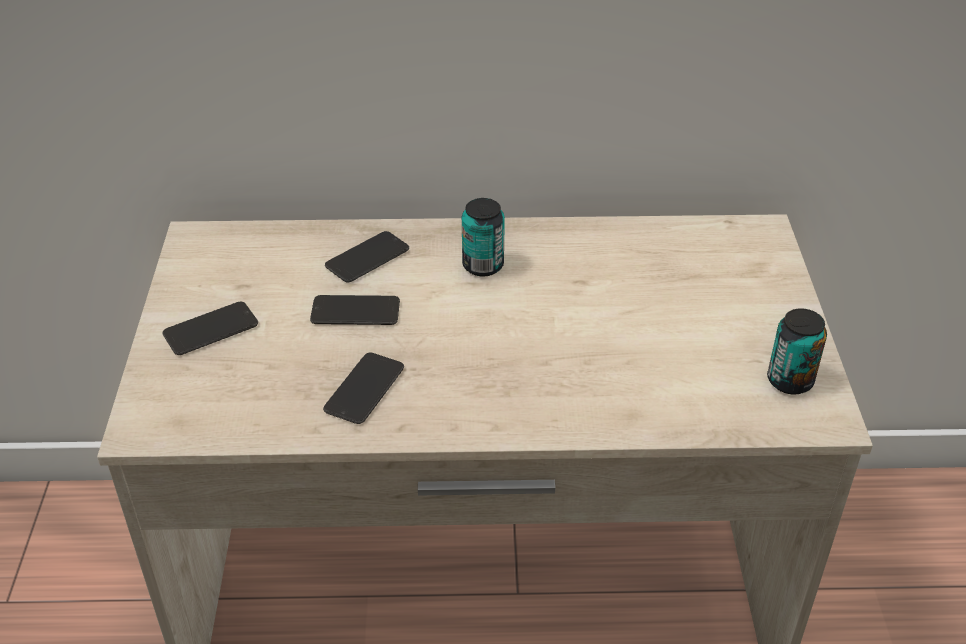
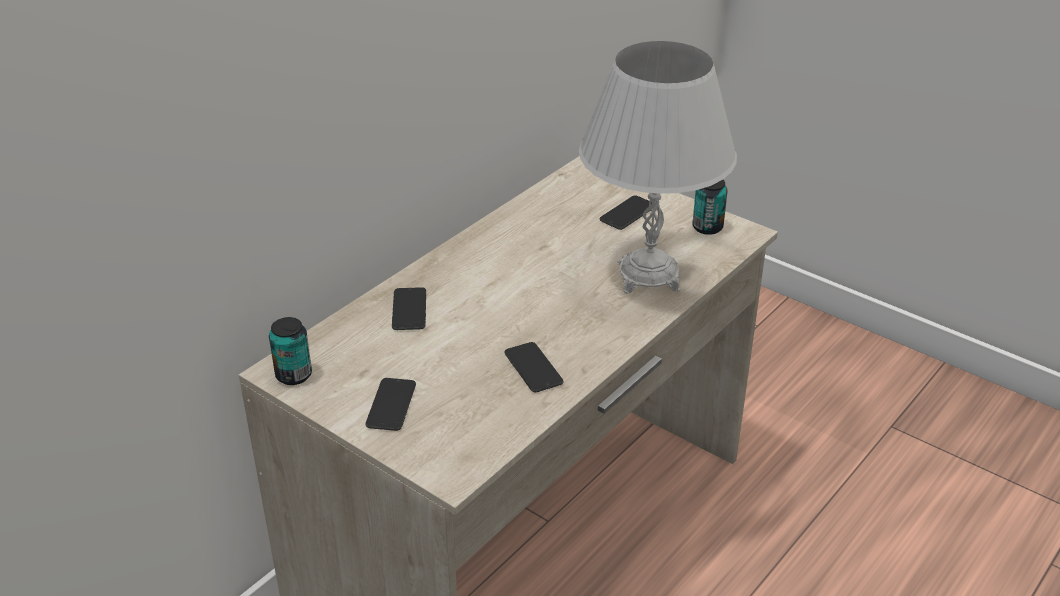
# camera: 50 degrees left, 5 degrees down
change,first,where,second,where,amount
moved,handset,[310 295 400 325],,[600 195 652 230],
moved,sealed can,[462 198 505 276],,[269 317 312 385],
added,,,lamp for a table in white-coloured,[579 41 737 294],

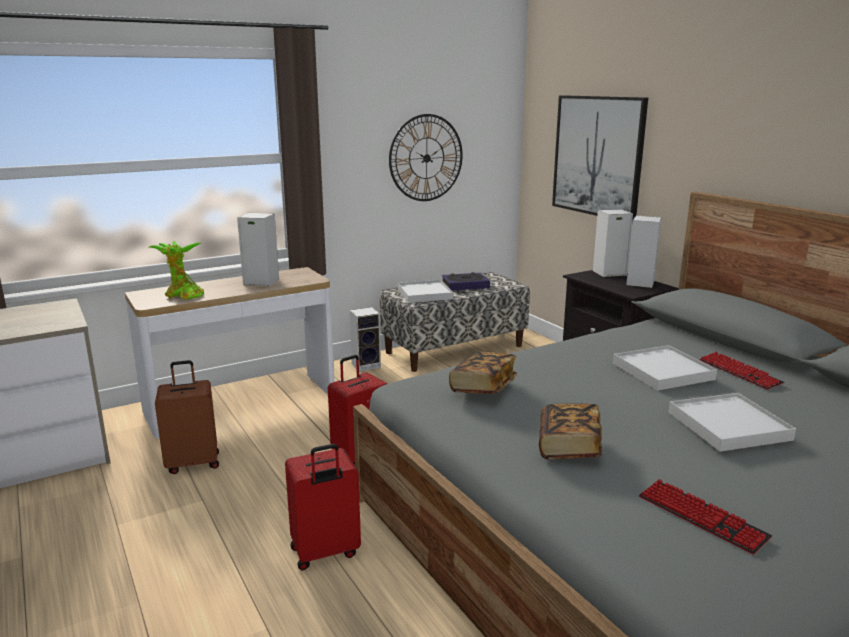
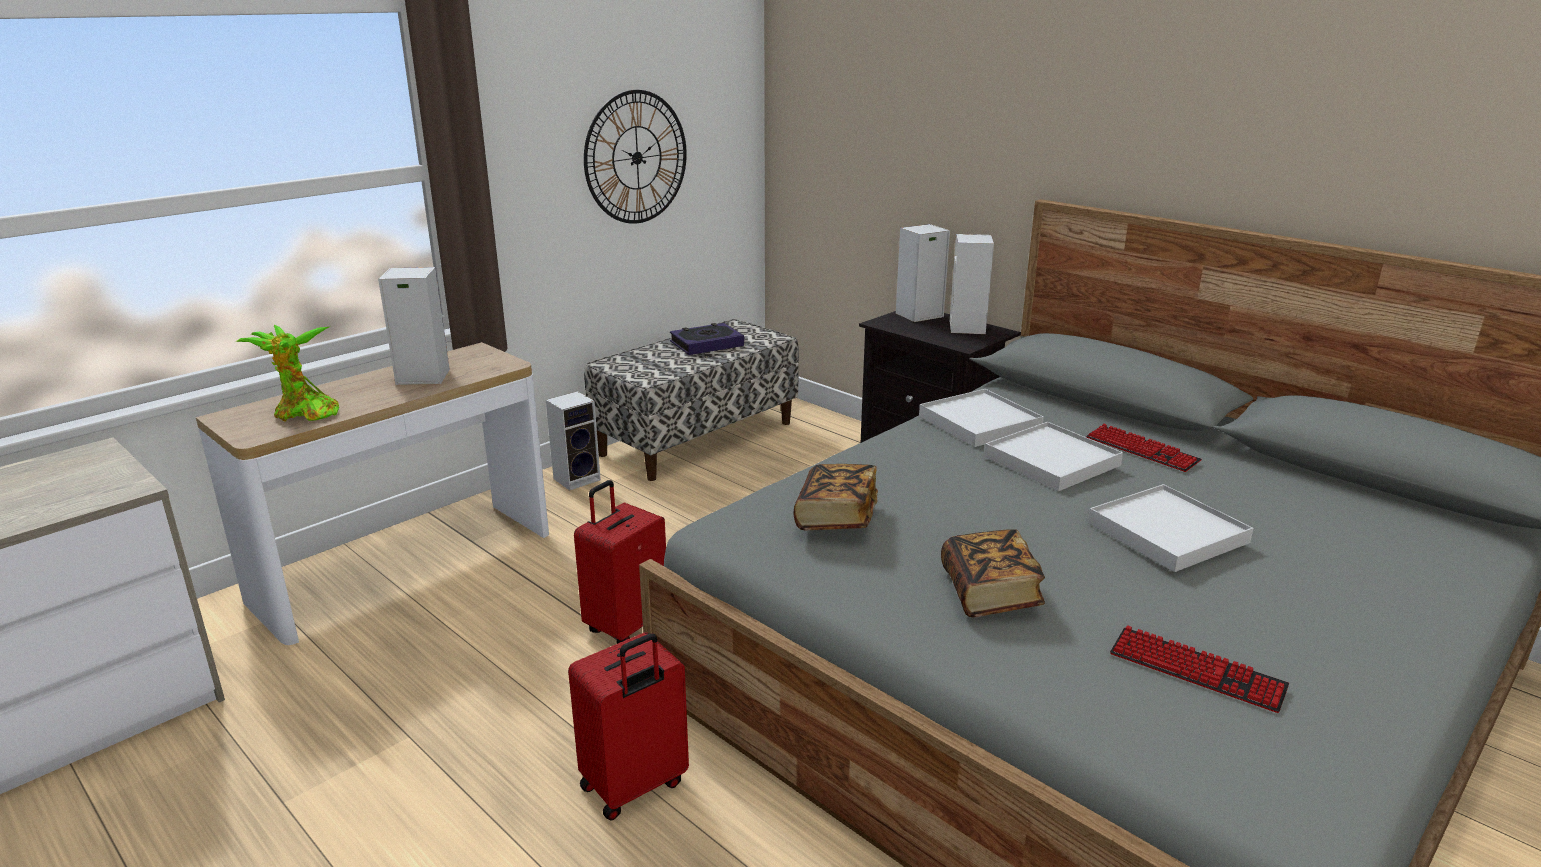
# camera: 15 degrees left, 5 degrees up
change,first,where,second,where,amount
removed,piece of luggage in brown-coloured,[155 360 219 474],,,
moved,carrying tray in white-coloured,[398 280 454 303],,[919 389 1044 447],
removed,wall art,[552 95 648 223],,,

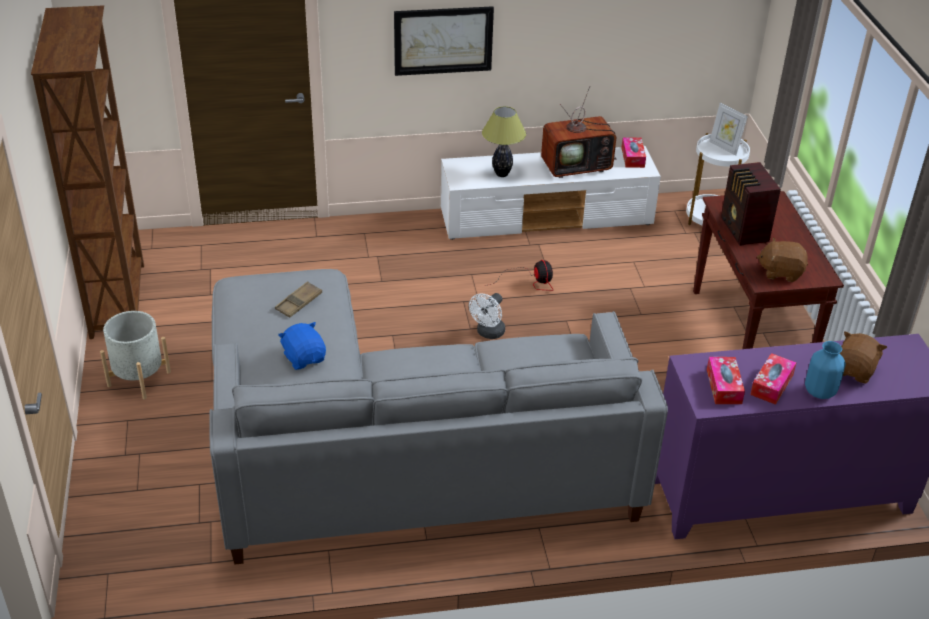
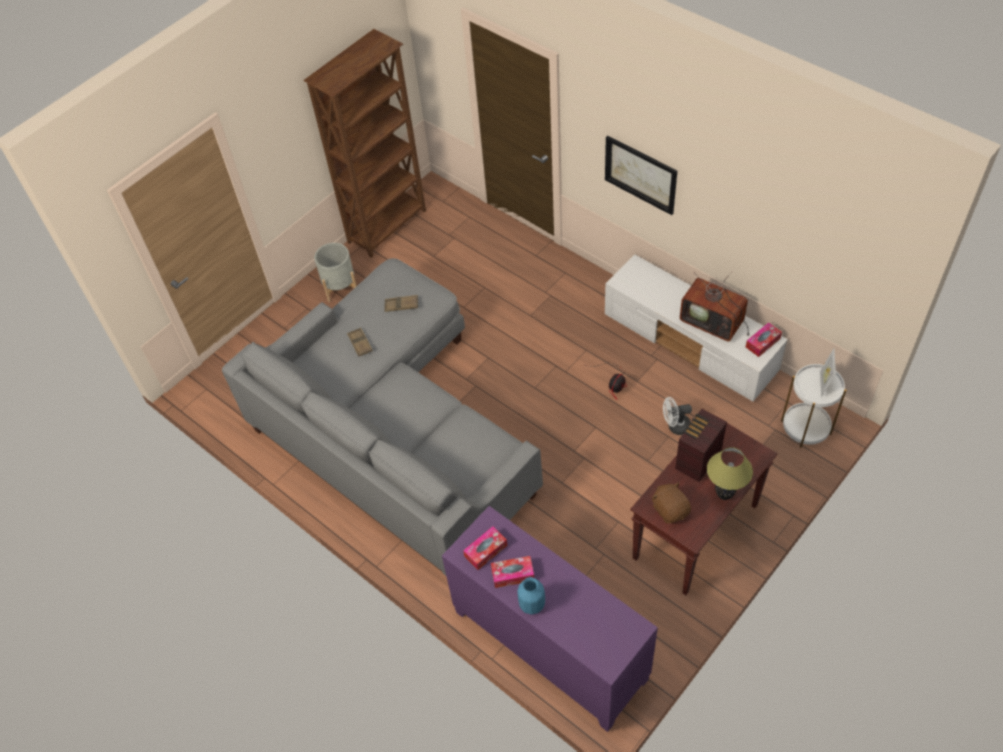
# camera: 55 degrees right, 15 degrees up
change,first,where,second,where,amount
replaced,cuddly toy in blue,[278 322 326 370],carrying tray in brown-coloured,[347 327 373 357],
moved,cooling fan in white-coloured,[469 293 505 339],,[663 397 692 435],
moved,lamp for a table,[482 106 526 177],,[707 447 753 500],
removed,cuddly toy in brown-coloured,[839 331 887 384],,,

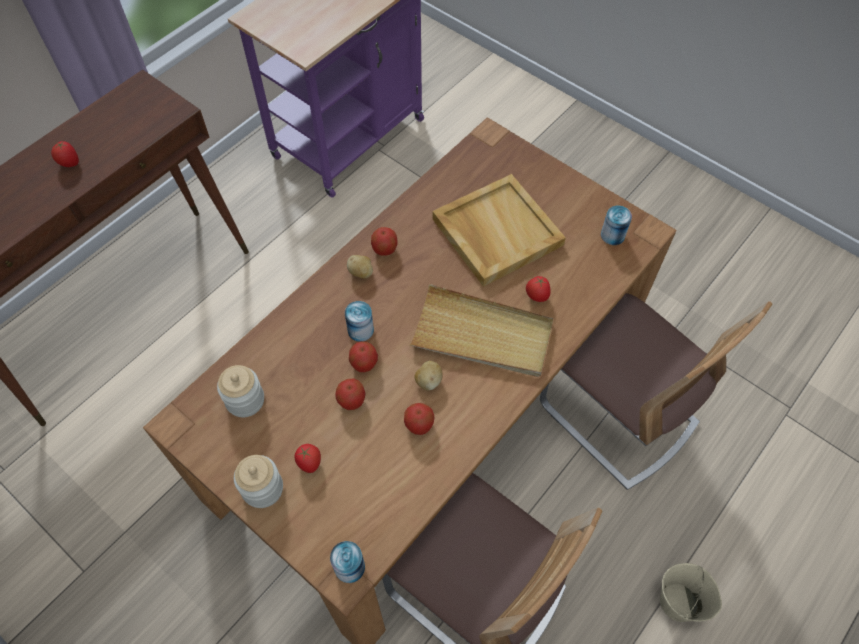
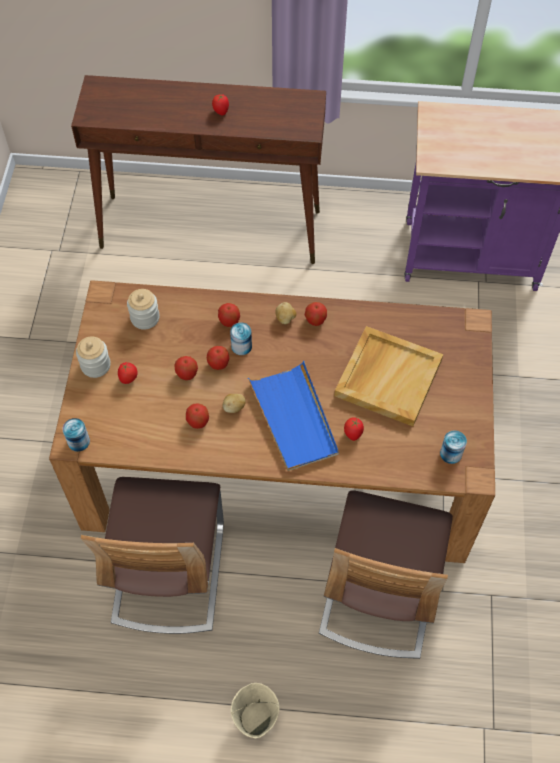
# camera: 55 degrees right, 0 degrees up
change,first,where,second,where,amount
recoloured,carrying tray in beige,[409 284 554 377],carrying tray in blue,[248 361 339 471],
added,,,apple,[218 303 240 327],

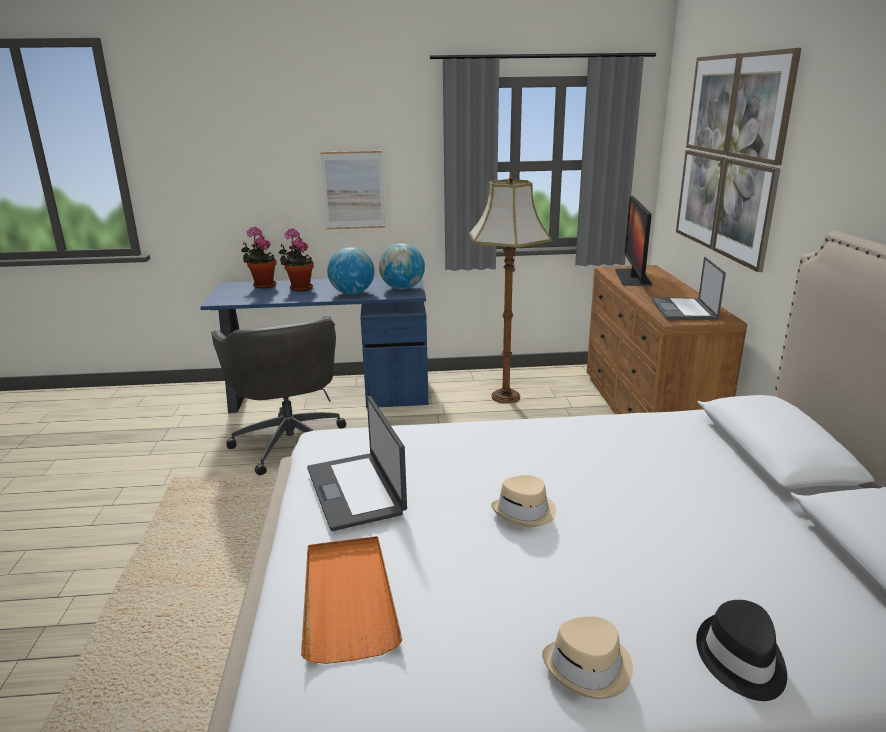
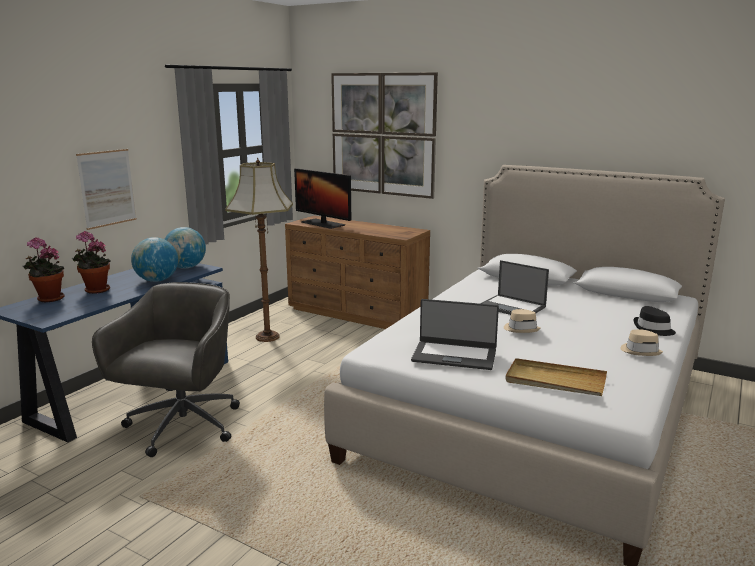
# camera: 55 degrees left, 5 degrees down
change,first,where,second,where,amount
turned,computer chair in greyish,[211 316 346 476],,[92 282 240 457],90 degrees counterclockwise
recoloured,carrying tray in orangey,[301 536 402 664],carrying tray in beige,[505 358 607 396],
moved,laptop,[651 257 726 320],,[480 260 549 315],

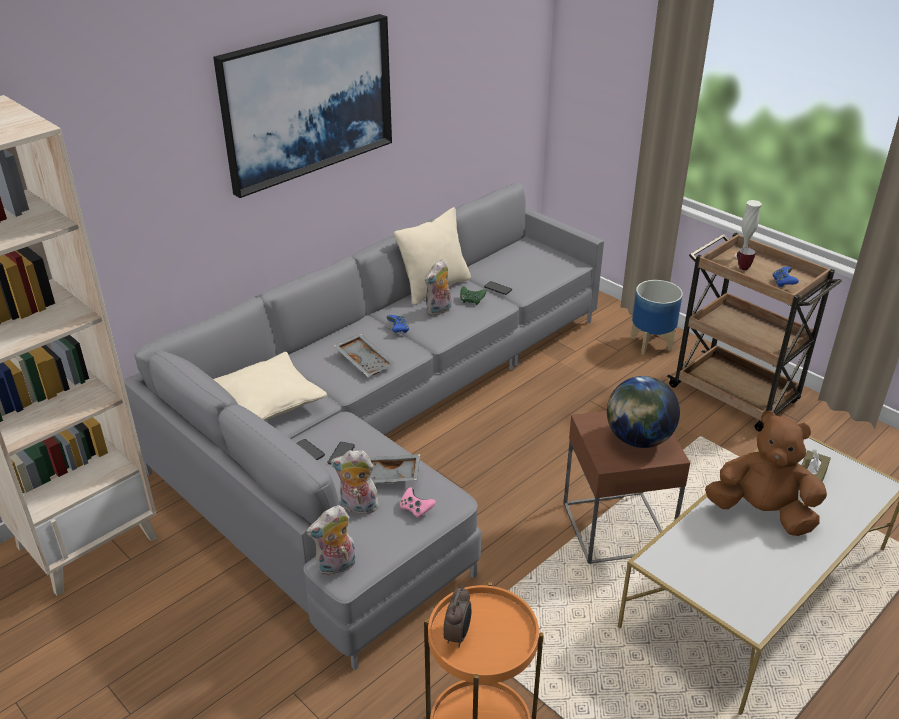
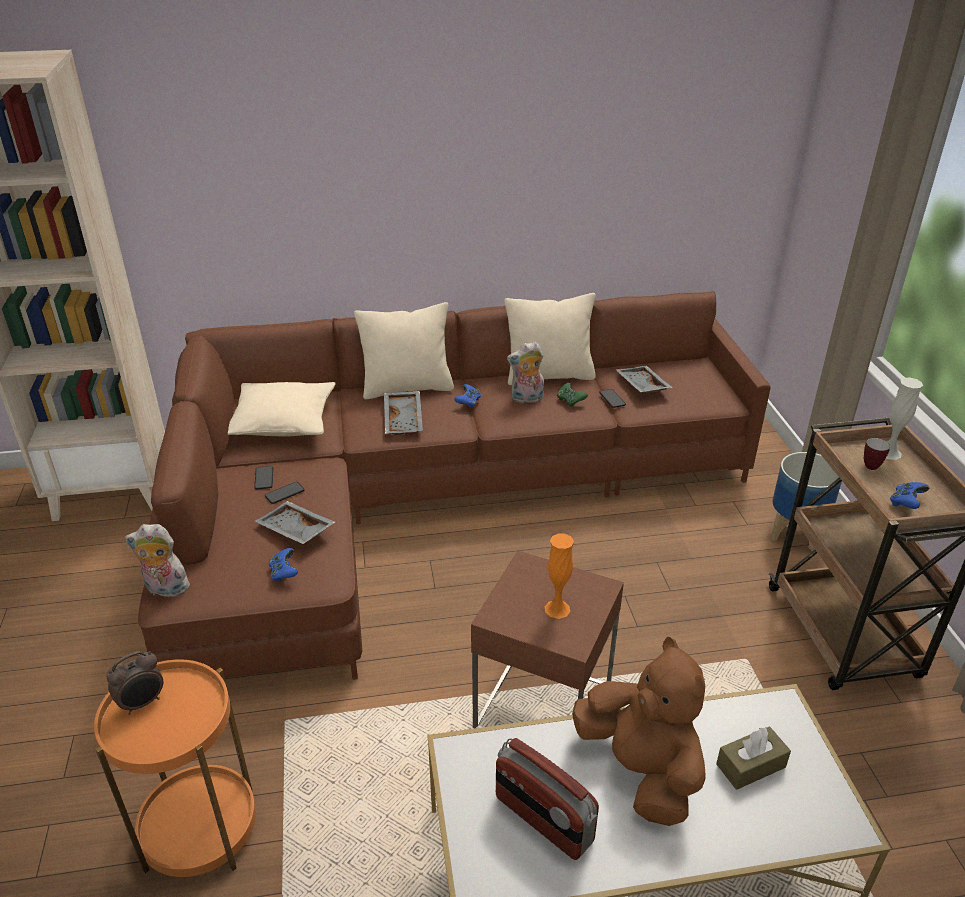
# camera: 35 degrees right, 0 degrees up
change,first,where,second,where,amount
recoloured,sofa in greyish,[124 182 604 670],sofa in brown-coloured,[138 291 771 680],
removed,wall art,[213 14 392 198],,,
removed,cuddly toy,[331 450 381 514],,,
recoloured,joypad in pink-coloured,[400 487 436 519],joypad in blue,[269 548 298 582],
replaced,globe,[607 376 680 448],decorative vase in orangey,[545 533 574 619],
added,,,pillow in beige,[354 302 454 399],
added,,,radio set,[496 738 599 860],
added,,,carrying tray in greyish,[615 366 673 393],

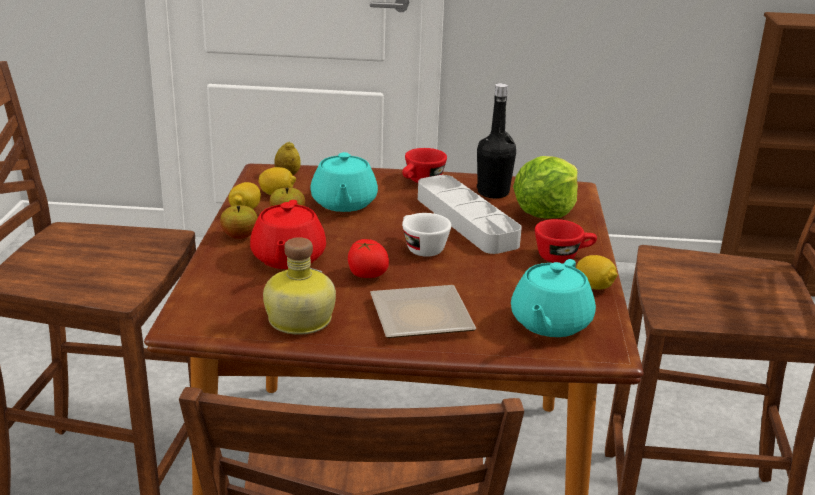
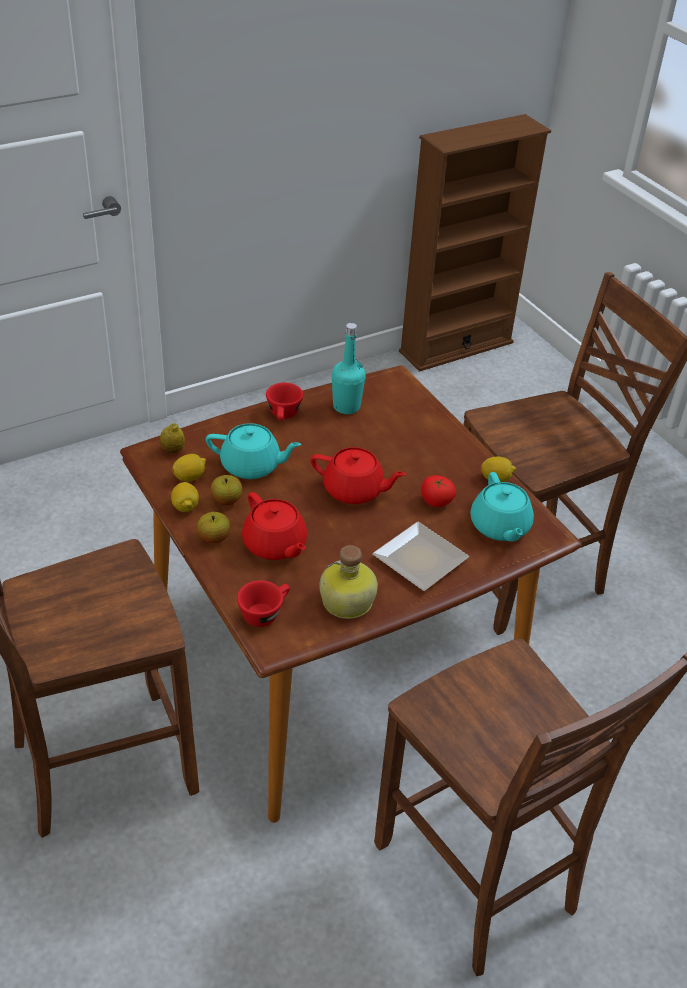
# camera: 35 degrees left, 15 degrees up
change,first,where,second,where,amount
turned,teapot in blue-green,[310 152 378 212],,[206 423 302 479],45 degrees counterclockwise
moved,whole tomato,[348 239 389 278],,[421 475 456 507],
replaced,small cup in white-coloured,[402 213 451 257],teapot in red-coloured,[311 447 406 504],
removed,carrying tray in greyish,[418 175 522 254],,,
recoloured,beverage bottle in blackish,[477 83 516 198],beverage bottle in blue-green,[332 323 366 414],
removed,lettuce head,[513 156 578 219],,,
moved,small cup in red-coloured,[535 219 597 263],,[237 580 290 627],

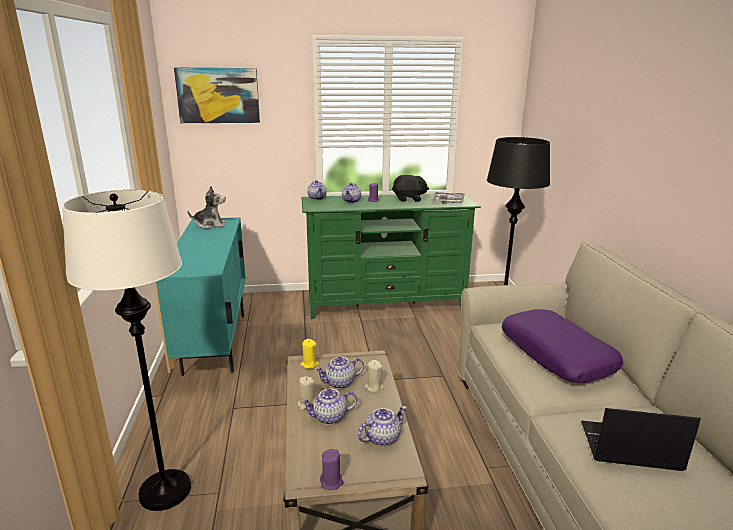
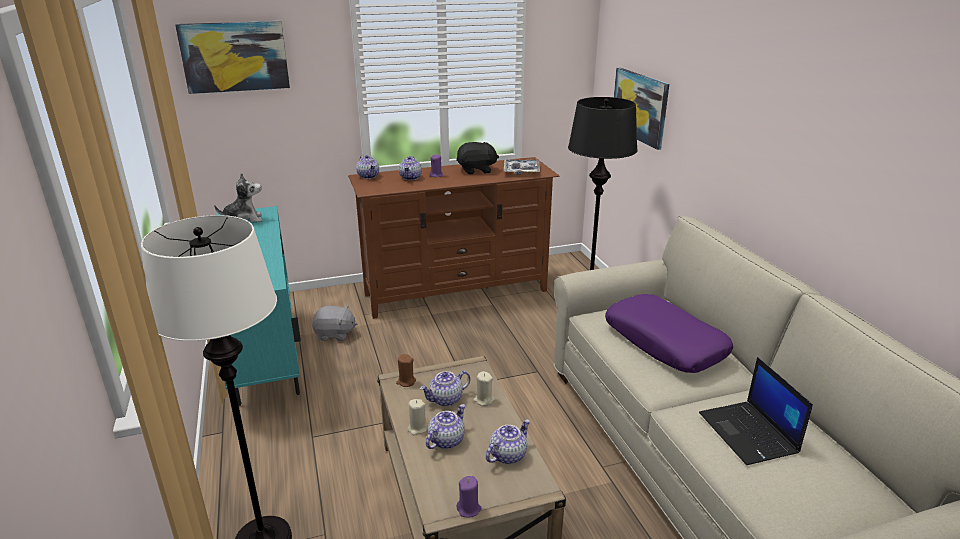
# camera: 10 degrees left, 5 degrees up
change,first,where,second,where,amount
recoloured,wax candle in yellowish,[300 339 319 369],wax candle in brown-coloured,[396 354 416 387],
recoloured,media console in green,[301 193 481 319],media console in brown-coloured,[348 157 560 319],
turned,teapot,[301 389 357 425],,[426 404 465 449],150 degrees clockwise
turned,laptop,[581 408 701 471],,[699 357 813 465],105 degrees counterclockwise
added,,,cuddly toy in greyish,[312 305 357 341],
added,,,wall art,[614 68 669 150],

